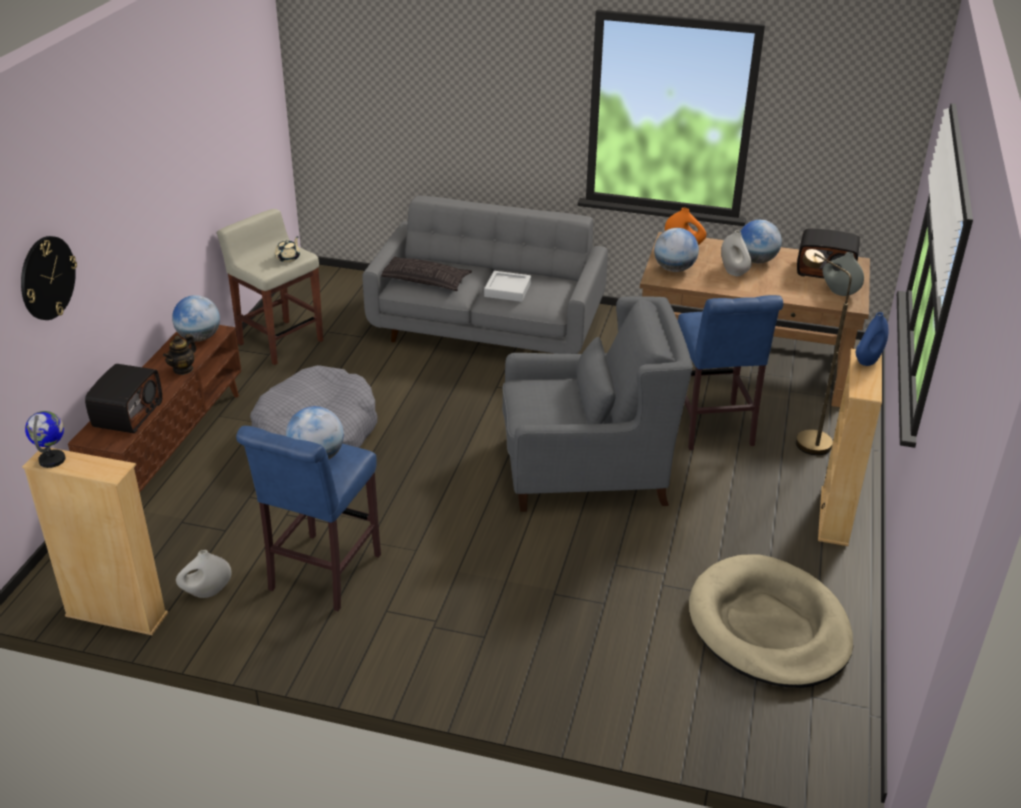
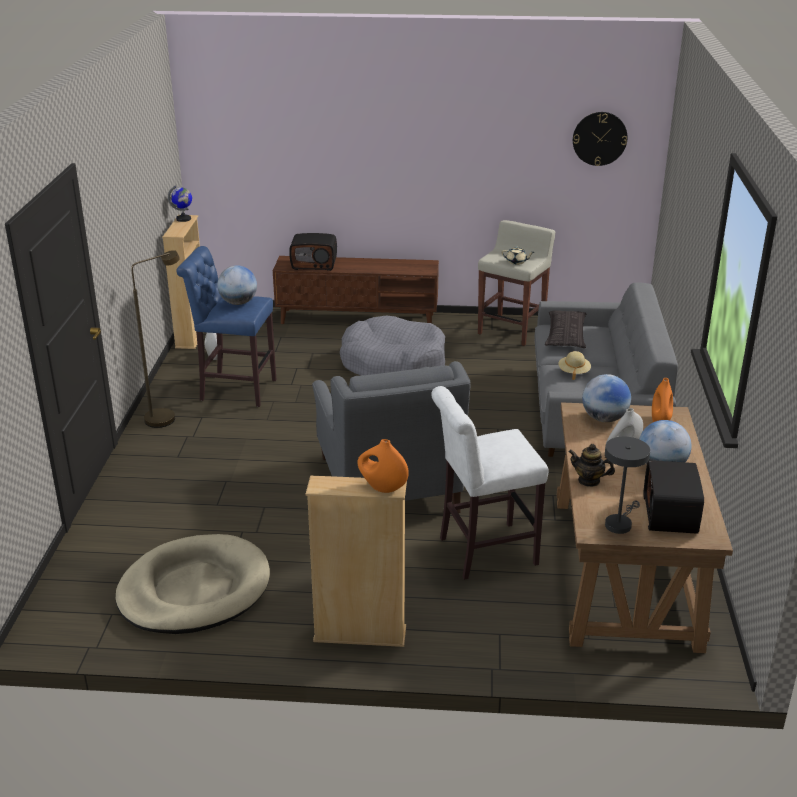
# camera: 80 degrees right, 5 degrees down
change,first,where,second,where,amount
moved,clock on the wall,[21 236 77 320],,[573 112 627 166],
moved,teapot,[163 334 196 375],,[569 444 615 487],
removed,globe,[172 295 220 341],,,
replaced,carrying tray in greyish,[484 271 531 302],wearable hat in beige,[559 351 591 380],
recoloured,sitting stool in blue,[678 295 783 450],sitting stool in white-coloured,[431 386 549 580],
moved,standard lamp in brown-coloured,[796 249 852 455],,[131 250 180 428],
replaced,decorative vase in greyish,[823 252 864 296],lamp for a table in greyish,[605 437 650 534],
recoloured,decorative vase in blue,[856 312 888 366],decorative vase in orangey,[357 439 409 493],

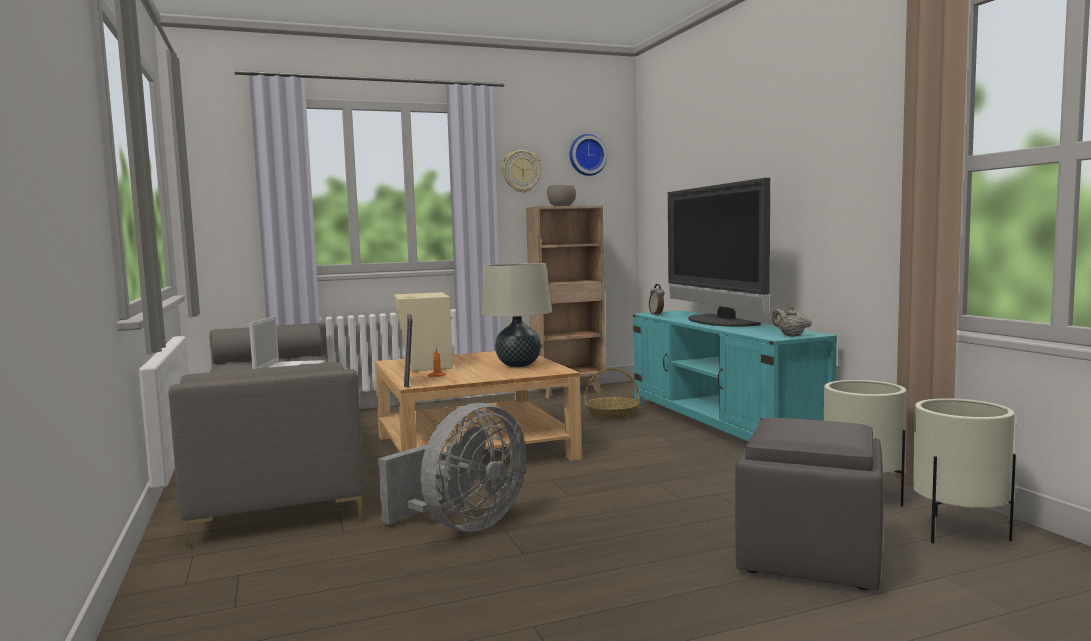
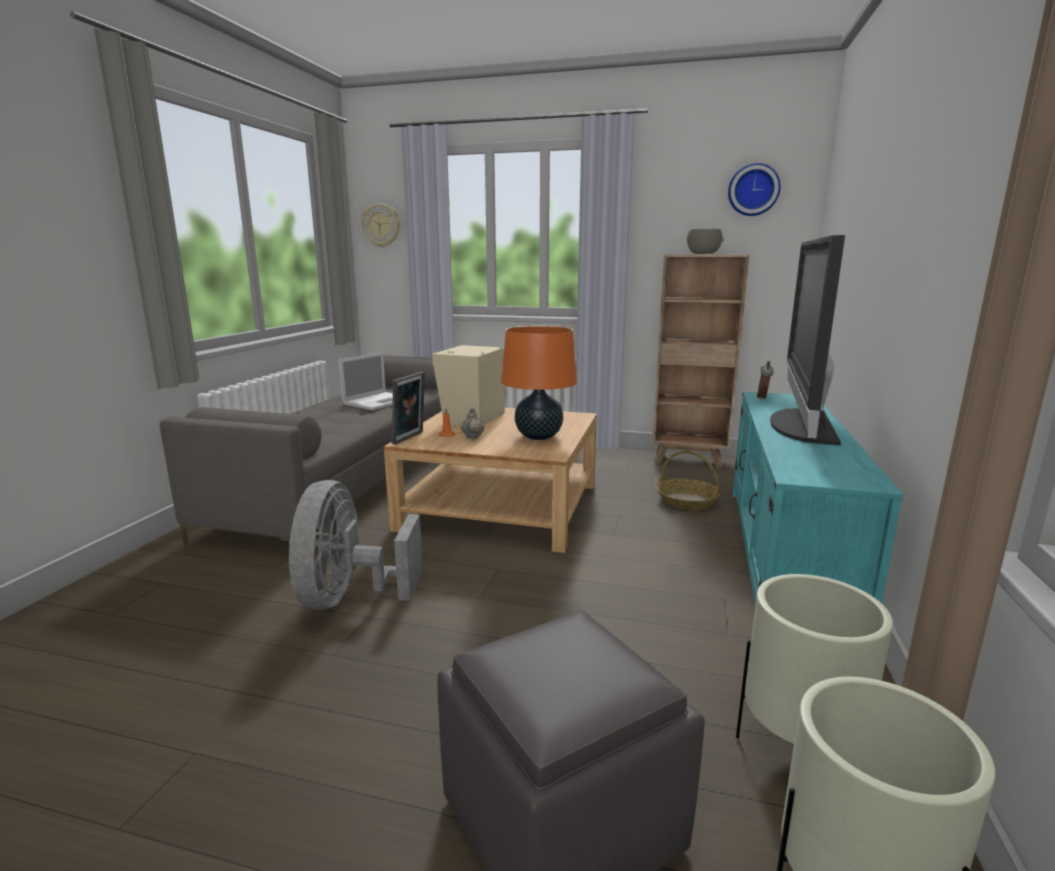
# camera: 35 degrees right, 10 degrees up
change,first,where,second,where,amount
turned,cooling fan in greyish,[378 403 526 532],,[289 480 423 610],105 degrees clockwise
recoloured,lamp for a table in beige,[482 263 552 367],lamp for a table in orangey,[501 326 577 440],
moved,clock on the wall,[502 150 542 193],,[361 203 400 247],
moved,teapot in beige,[772 306 812 337],,[461 408 484 439],

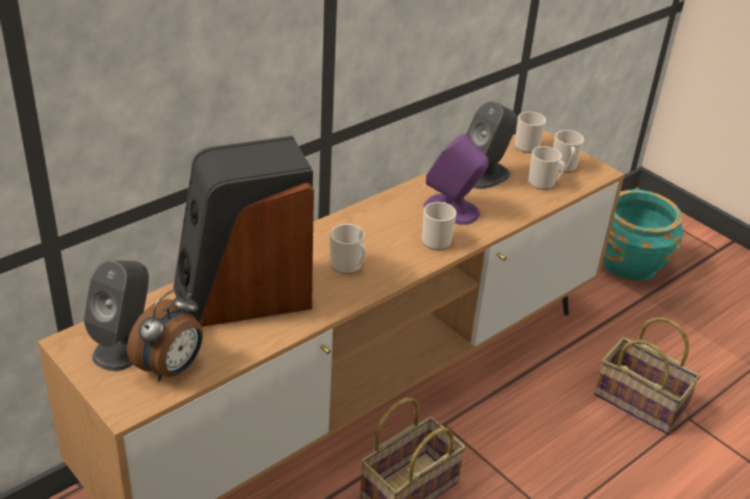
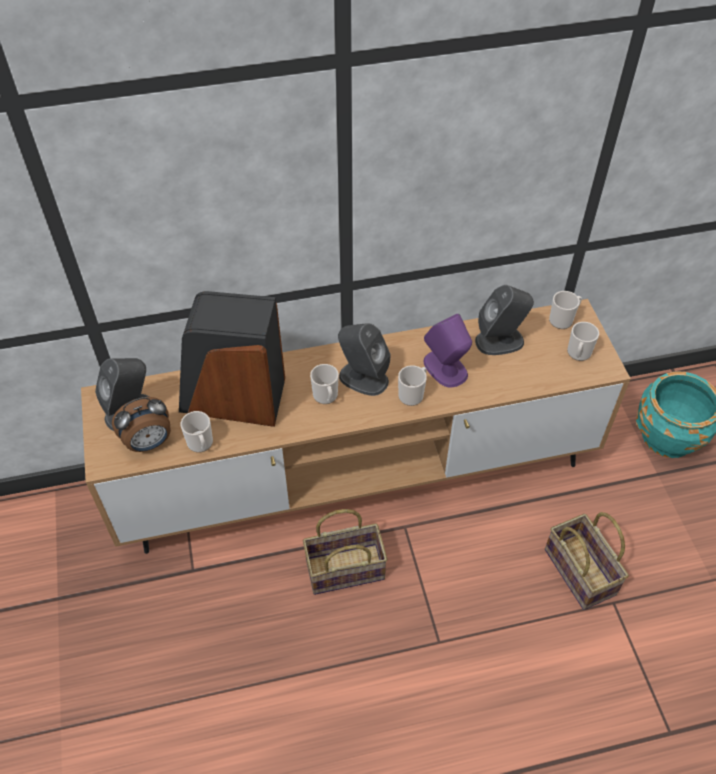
# camera: 30 degrees right, 15 degrees up
change,first,where,second,where,amount
moved,coffee mug,[528 146 565 190],,[180 411 213 453],
added,,,audio speaker in greyish,[338 323 391 396],

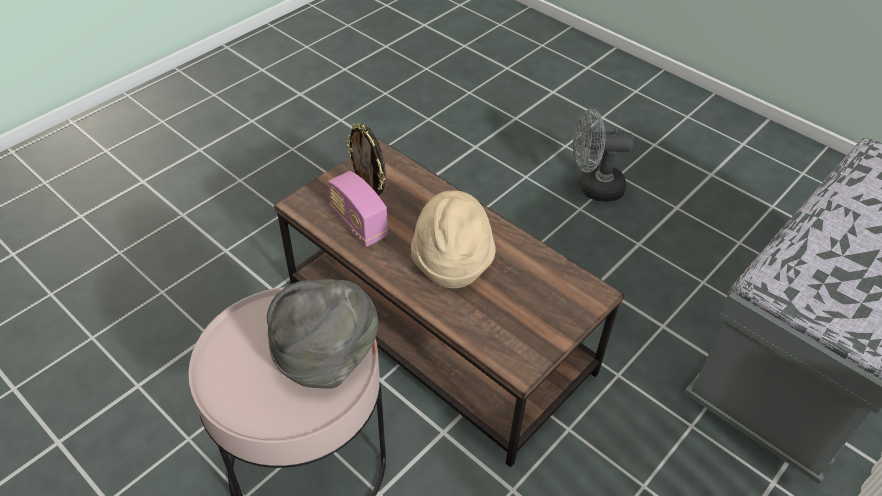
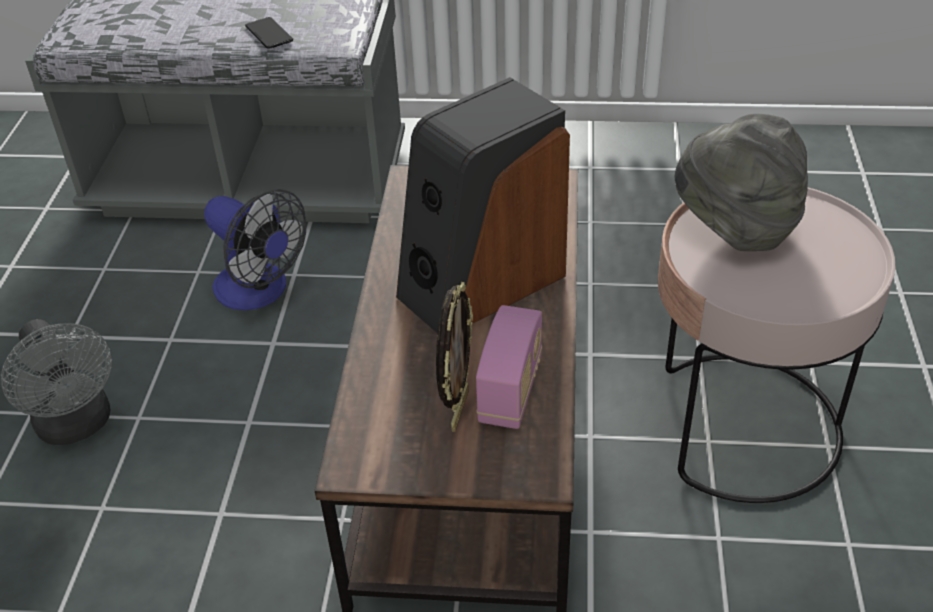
# camera: 125 degrees left, 5 degrees down
change,first,where,second,where,amount
replaced,wearable hat in beige,[411 190 496 288],audio speaker,[396 77 570 334],
added,,,cooling fan,[204 189 306 310],
added,,,handset,[245 17 293 49],

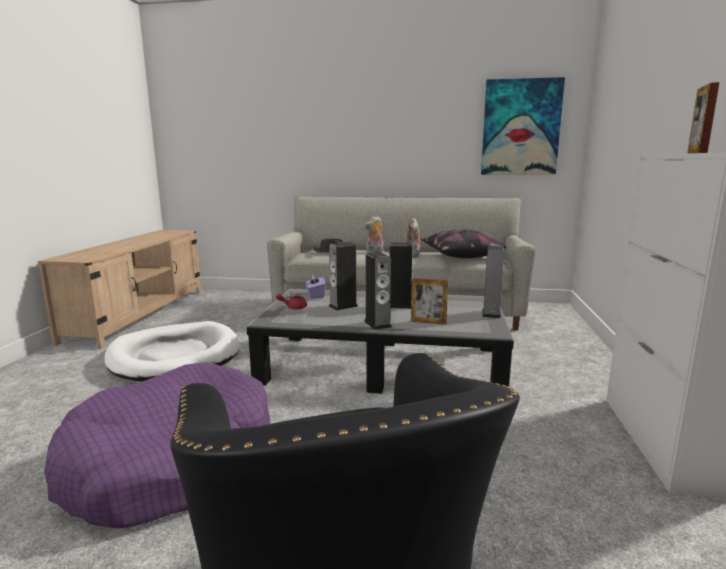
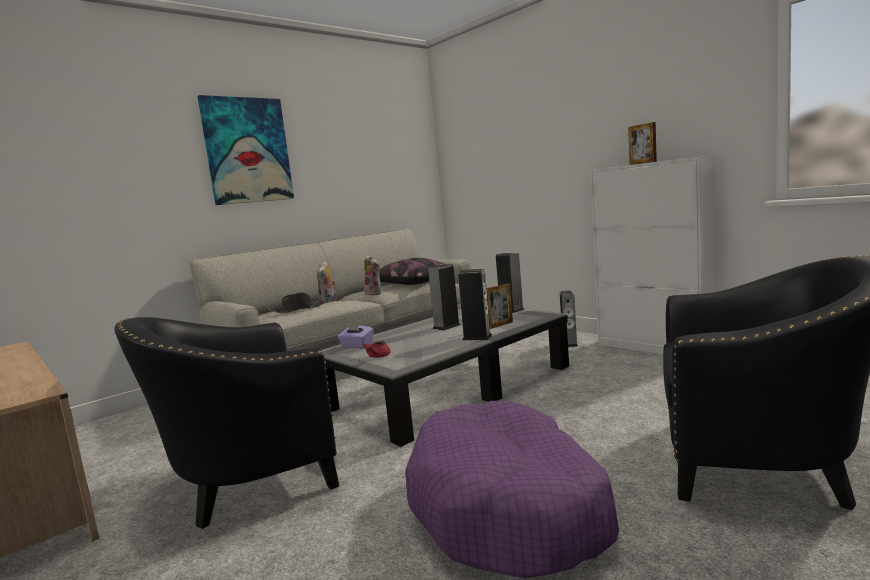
# camera: 50 degrees left, 5 degrees down
change,first,where,second,where,amount
replaced,dog cushion in white-coloured,[104 321 240 381],lounge chair in blackish,[114 317 339 529],
moved,audio speaker,[329 242 358 310],,[560 291 578 347],
moved,wall art,[481 77 565 175],,[197 95 294 205],

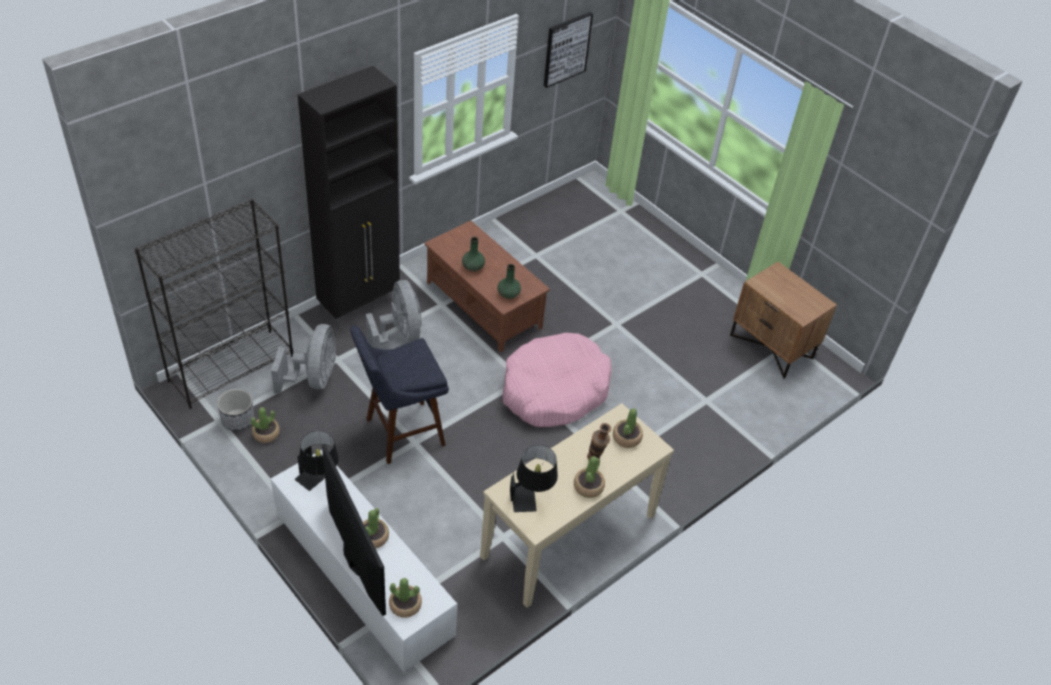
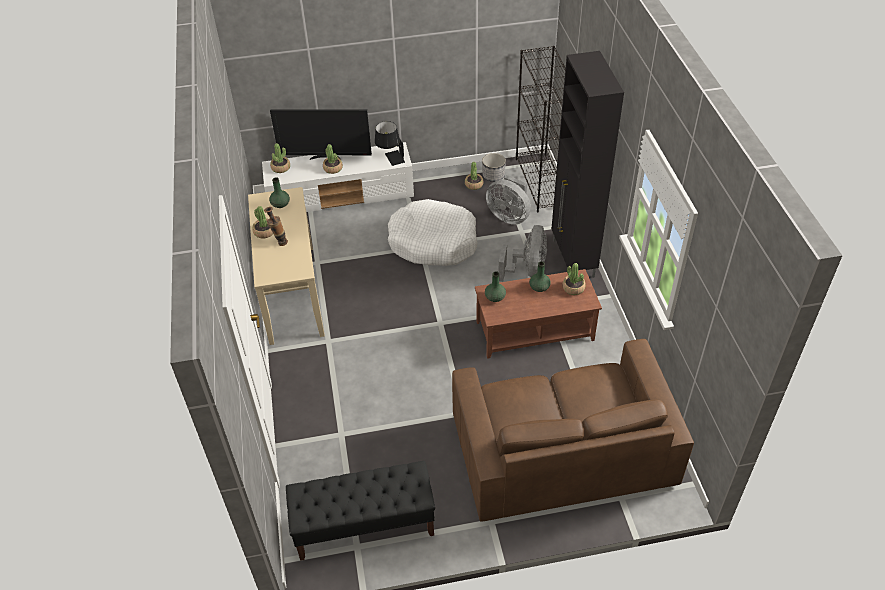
# camera: 125 degrees right, 0 degrees up
change,first,where,second,where,amount
replaced,sitting stool in blue,[350 325 449 464],dog cushion in white-coloured,[388 199 477 266],
turned,cooling fan in greyish,[366 280 422 349],,[498 225 547 282],90 degrees counterclockwise
removed,dog cushion in pink-coloured,[503 333 612 427],,,
replaced,lamp for a table in blackish,[510 445 558 512],decorative vase in green,[269 177 290 208],
removed,wall art,[544 12 593 88],,,
moved,potted plant,[613 408 643 448],,[562 263 585 295],
replaced,nightstand in brown-coloured,[730 262 837 379],bench in blackish,[286 461 435 561],
added,,,sofa in brown-coloured,[452 339 694 522],

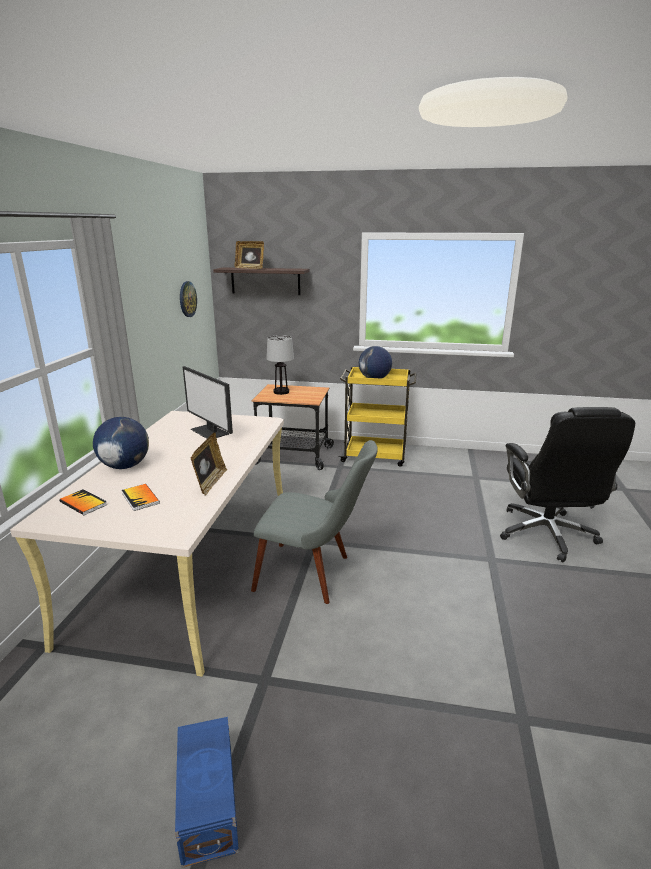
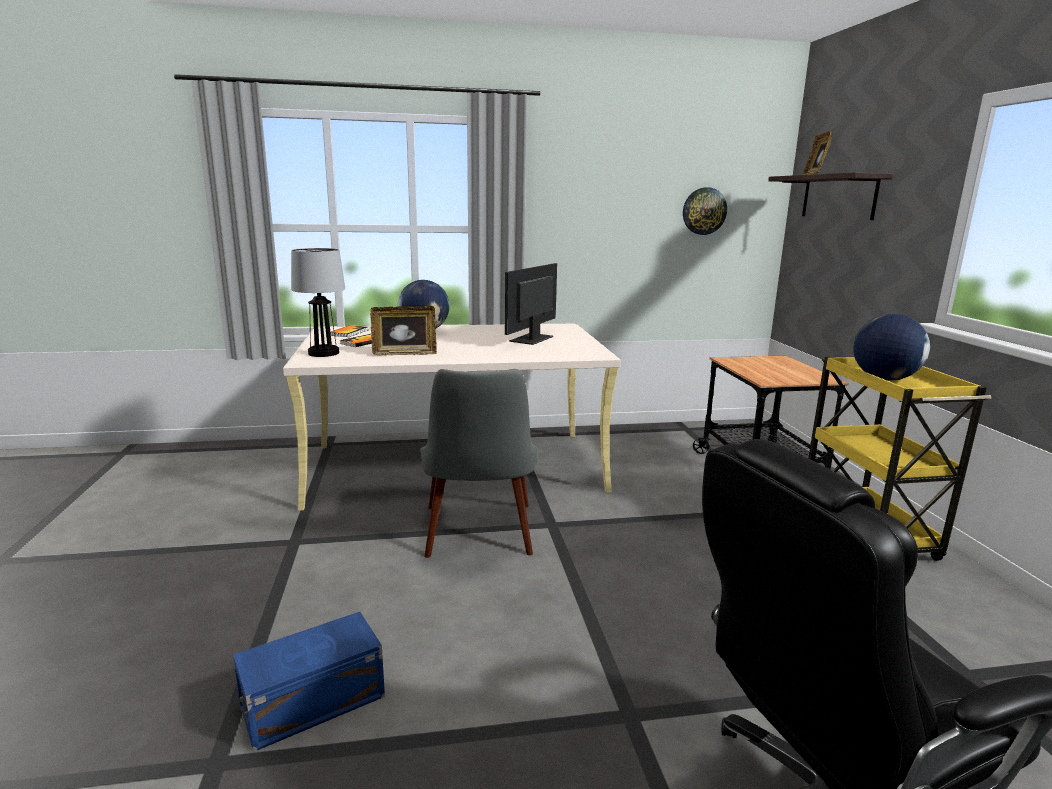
# camera: 70 degrees right, 5 degrees down
change,first,where,second,where,amount
moved,storage bin in blue,[175 717 239 868],,[233 612 385 752],
moved,lamp for a table,[266 335 294 395],,[291 248 345 357],

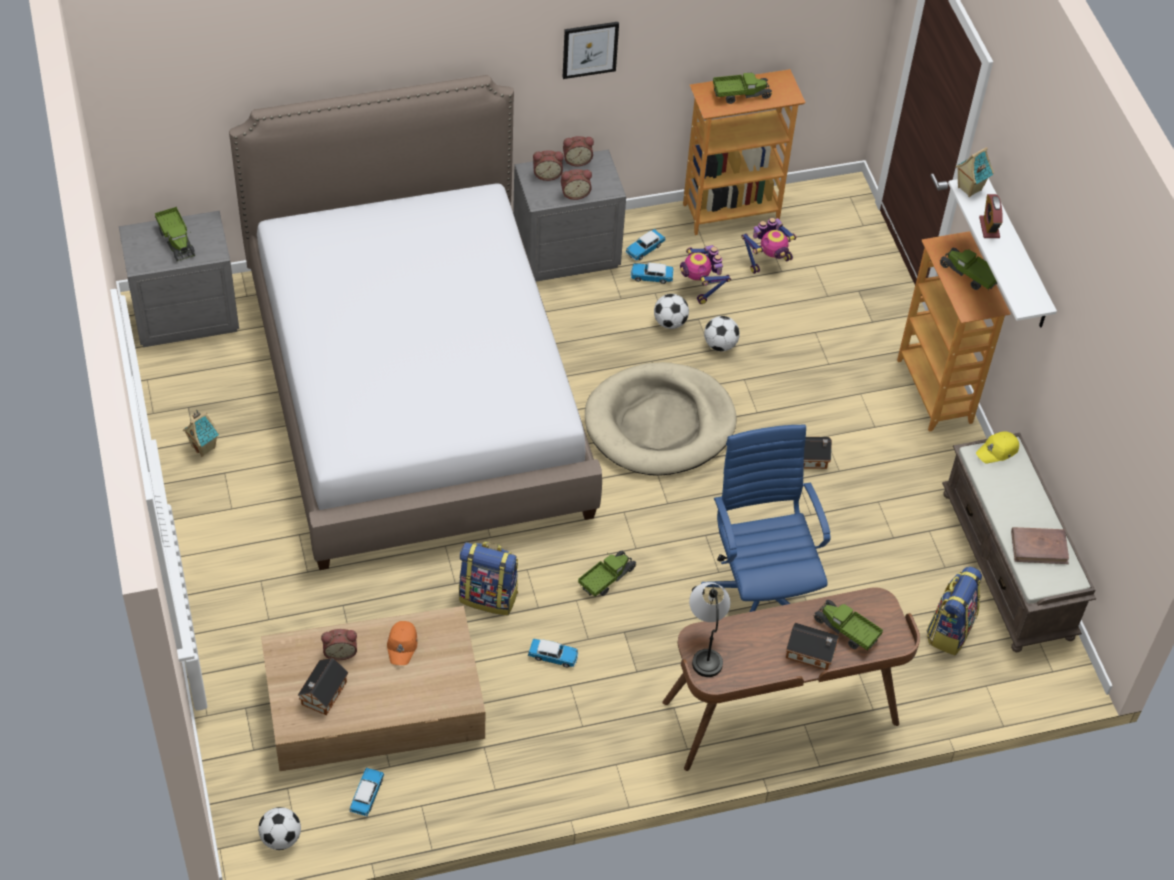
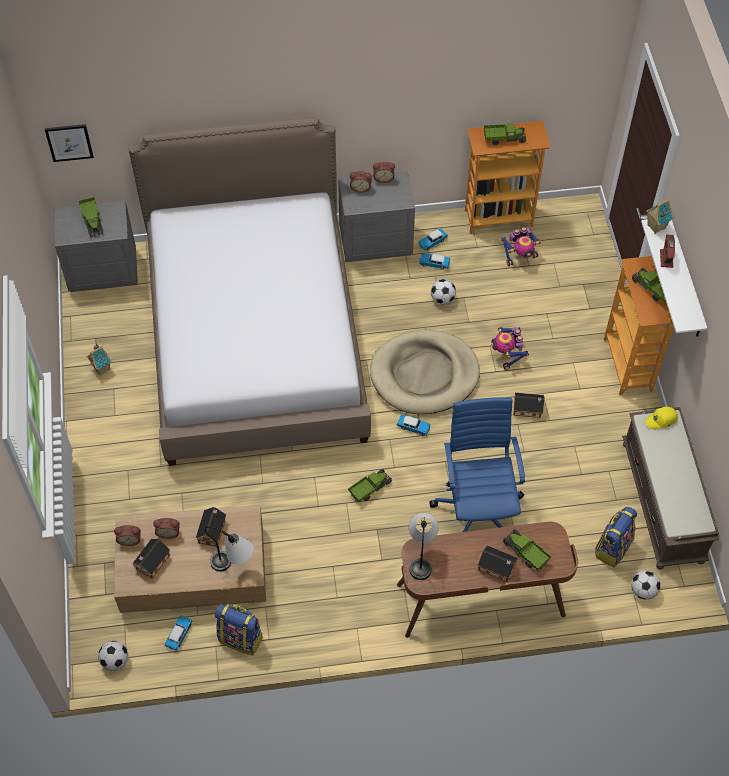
# camera: 10 degrees right, 5 degrees up
change,first,where,second,where,amount
replaced,cap in orangey,[387 621 417 665],miniature house,[196 507 226 547],
moved,backpack,[459 541 518 615],,[215 604 263 655],
moved,toy car,[528 639 578 667],,[396 415 431 436],
moved,alarm clock,[561 169 592 200],,[114 525 141 546],
moved,wall art,[563 22 619 79],,[45 124 94 162],
moved,robot figure,[680 245 731 304],,[491 327 529 370],
moved,ball for football,[704 316 740 351],,[631 570 661 600],
removed,bound book in brown-coloured,[1011 527 1069 564],,,
added,,,lamp for a table,[205 526 254 571],

